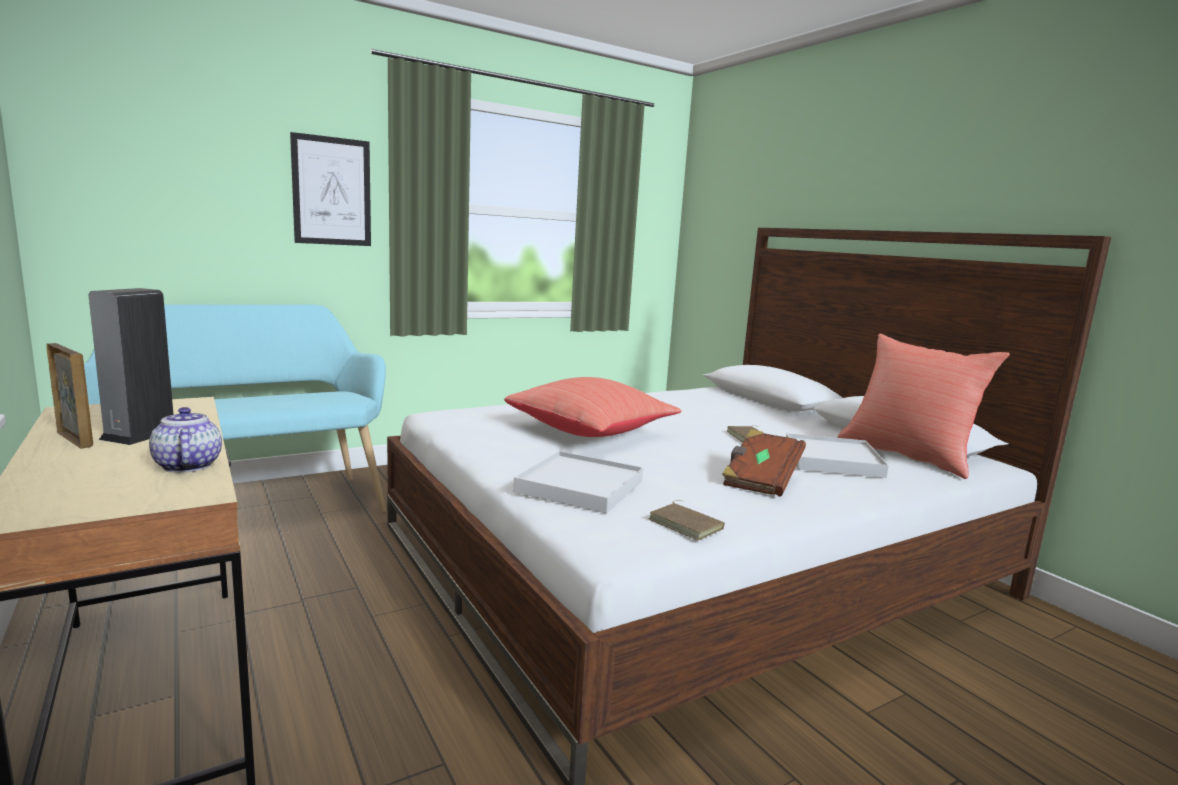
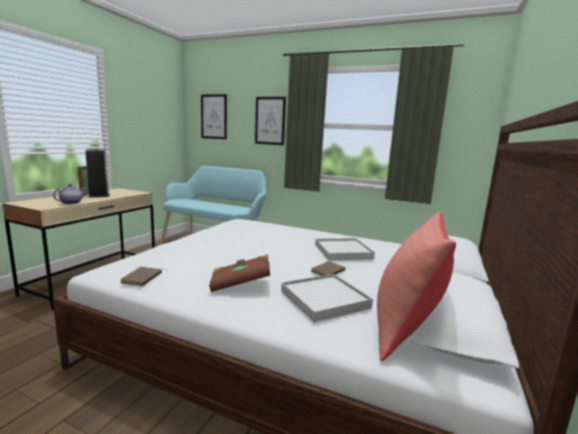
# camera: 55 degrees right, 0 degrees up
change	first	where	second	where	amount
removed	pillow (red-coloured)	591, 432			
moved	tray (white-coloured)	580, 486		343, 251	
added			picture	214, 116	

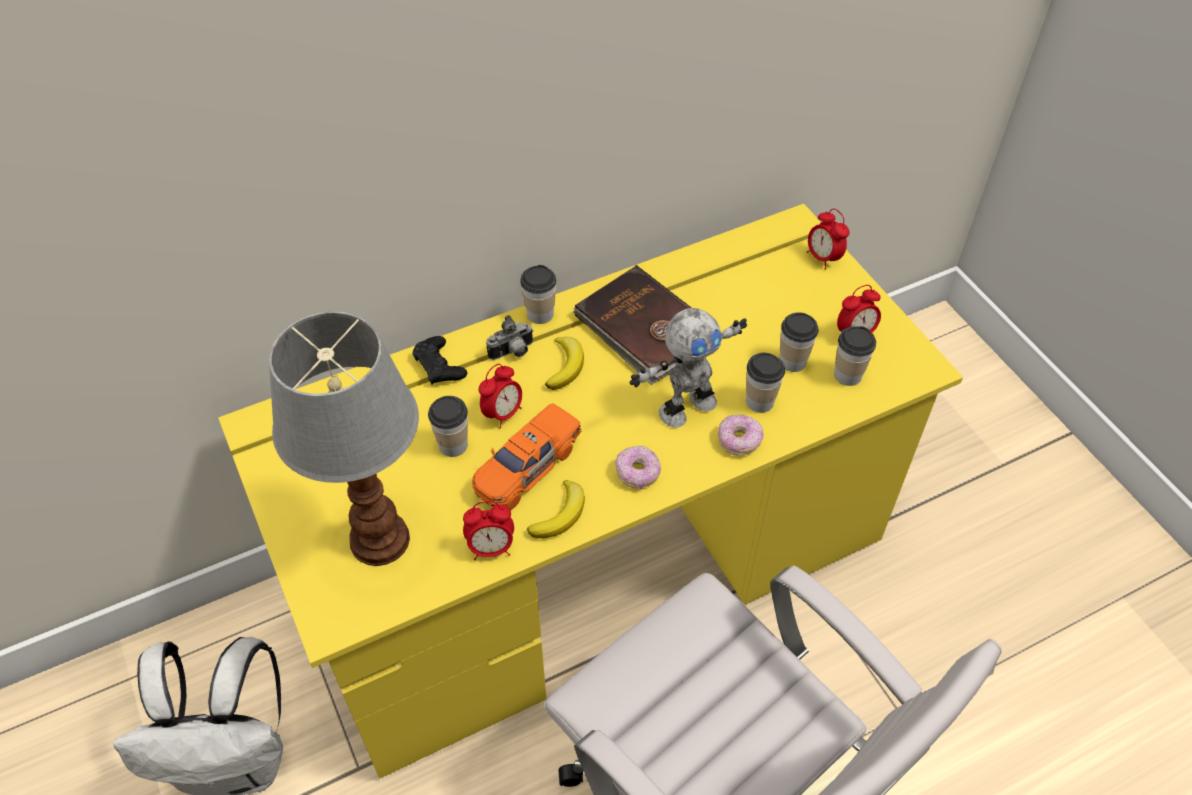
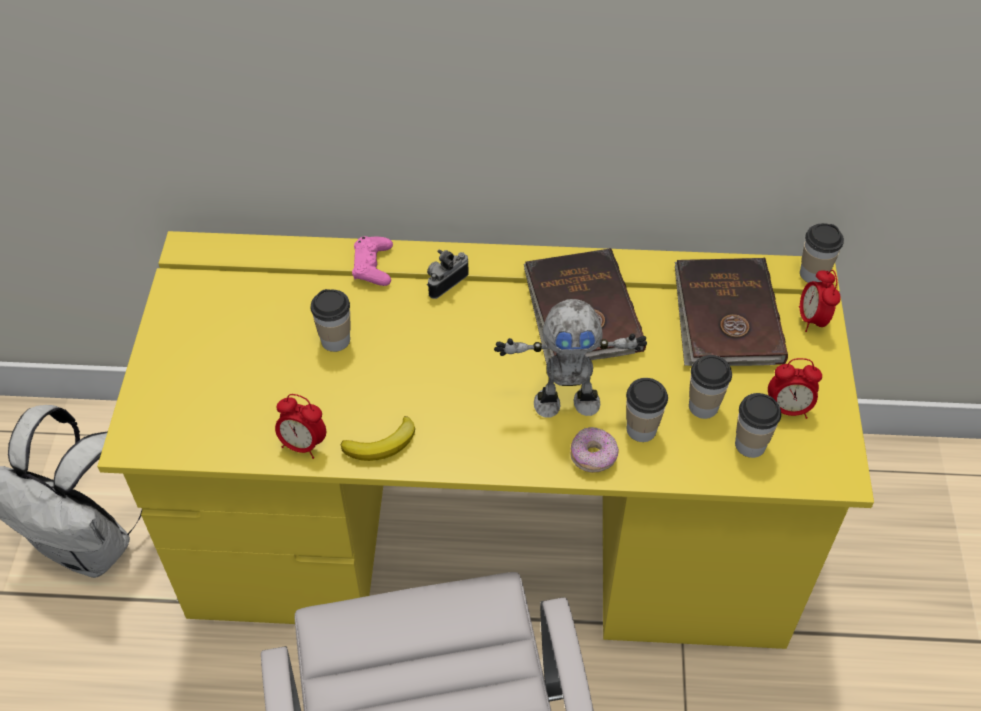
# camera: 30 degrees right, 0 degrees up
change	first	where	second	where	amount
removed	lamp for a table	379, 537			
recoloured	game controller (black)	439, 366	game controller (pink)	373, 266	
removed	toy car (orange-coloured)	527, 467			
removed	alarm clock	503, 413			
turned	photo camera	513, 353		445, 282	135 degrees clockwise
moved	drinking cup	540, 314		813, 274	
removed	banana fruit	565, 365			
removed	doughnut	637, 473			
added			bound book (brownish)	725, 317	

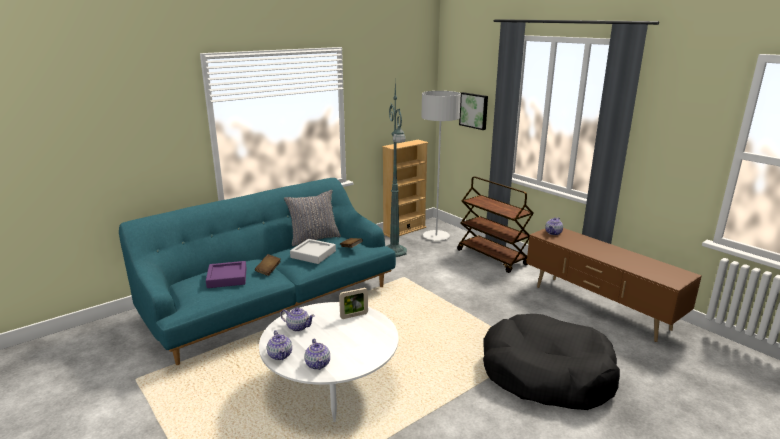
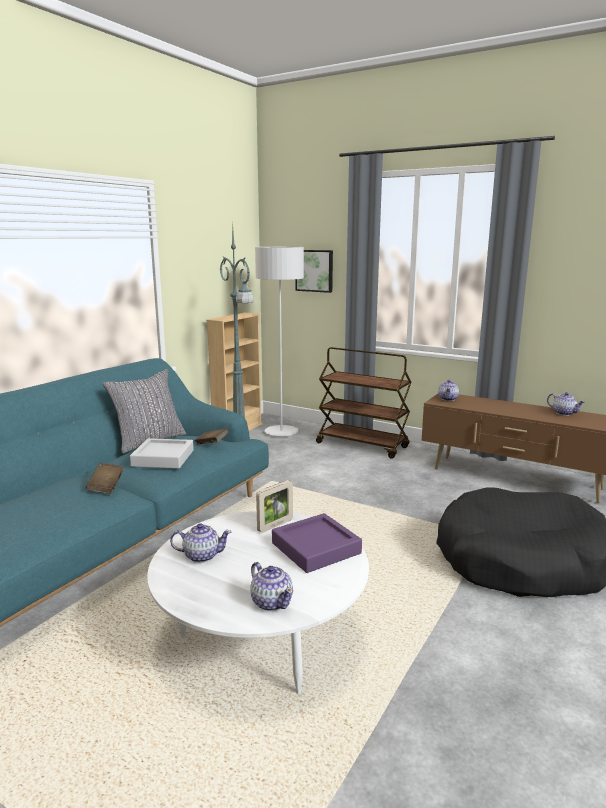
# camera: 20 degrees left, 5 degrees down
change	first	where	second	where	amount
moved	tray (purplish)	227, 278		316, 548	
moved	teapot	280, 355		564, 413	

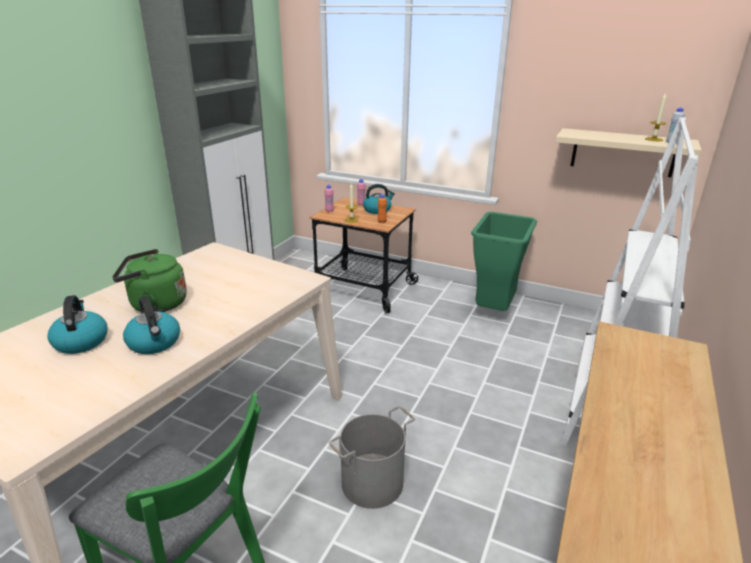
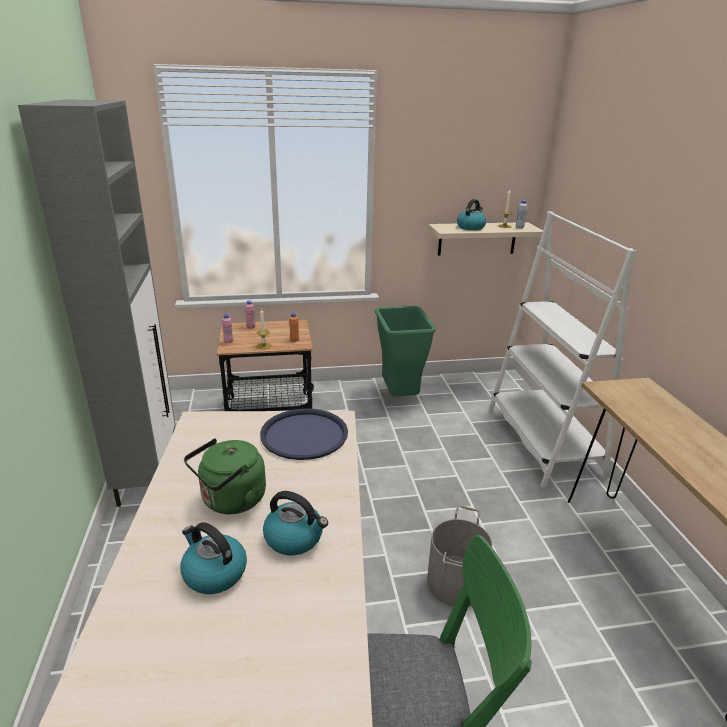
# camera: 35 degrees left, 0 degrees up
change	first	where	second	where	amount
moved	water kettle	377, 210		471, 227	
added			tray (bluish)	304, 435	

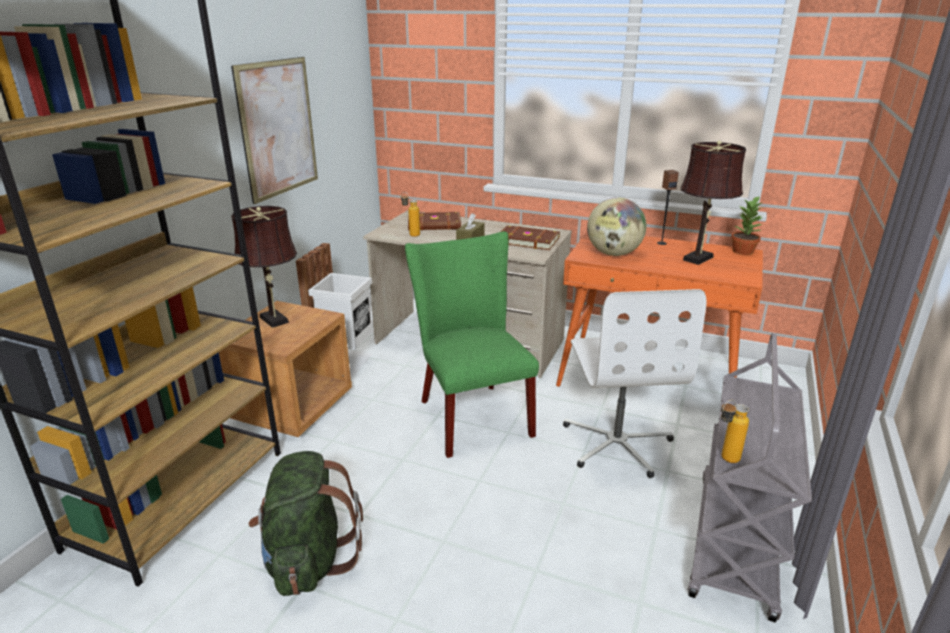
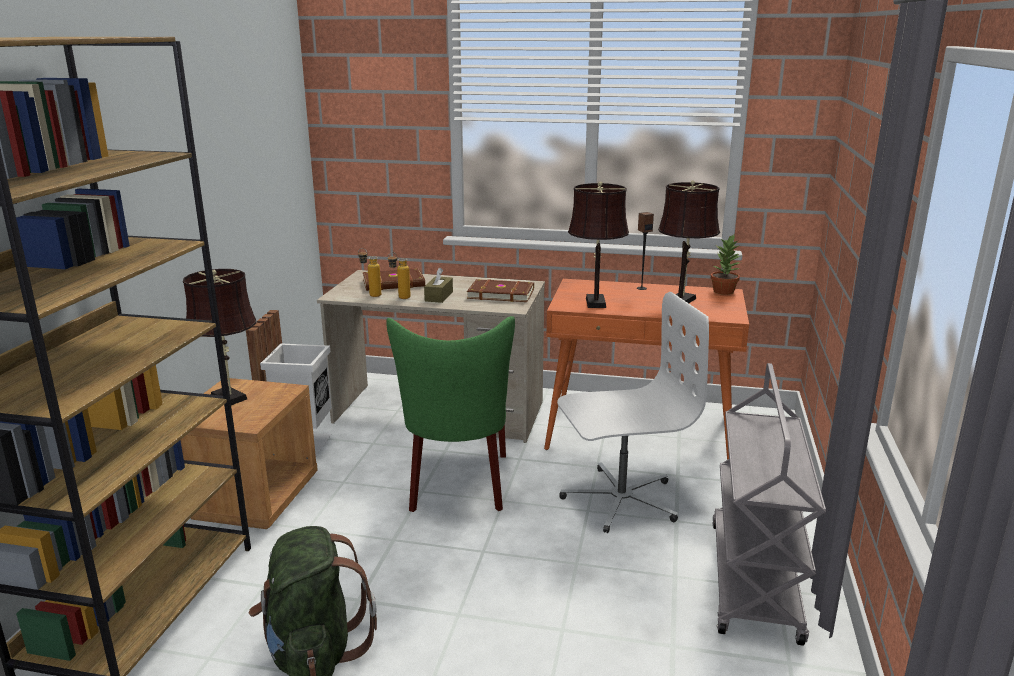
# camera: 10 degrees left, 5 degrees down
change	first	where	second	where	amount
removed	picture	278, 128			
turned	chair (greenish)	470, 414		458, 486	150 degrees counterclockwise
turned	office chair (white-coloured)	617, 443		620, 499	90 degrees counterclockwise
replaced	world globe	613, 254	lamp for a table (brownish)	595, 301	
moved	bottle	724, 460		400, 298	

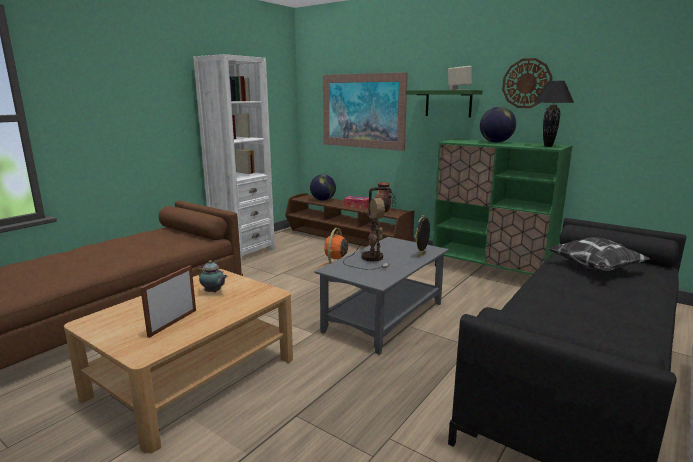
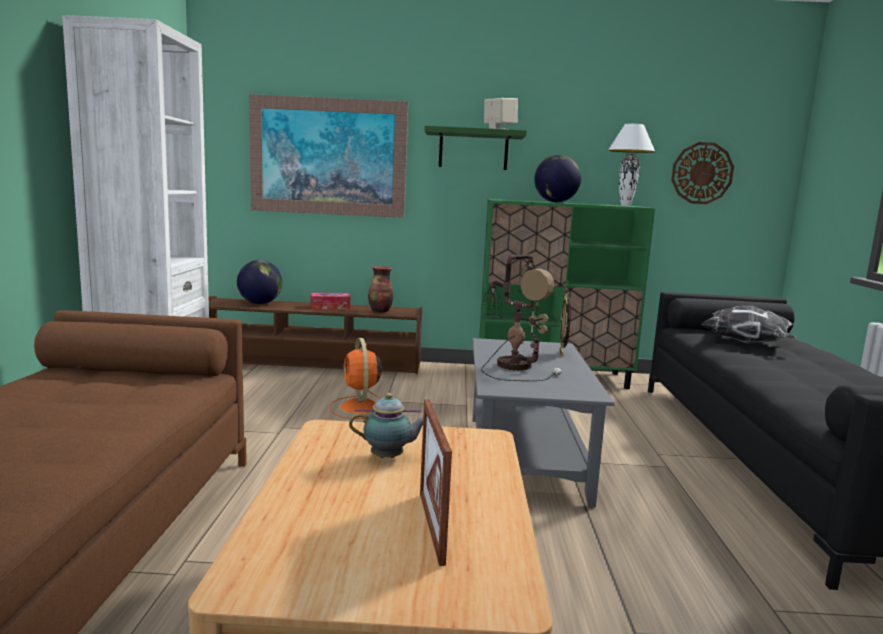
# camera: 35 degrees left, 5 degrees down
change	first	where	second	where	amount
moved	hanging clock	526, 83		702, 173	
recoloured	lamp for a table (black)	547, 146	lamp for a table (white-coloured)	625, 205	

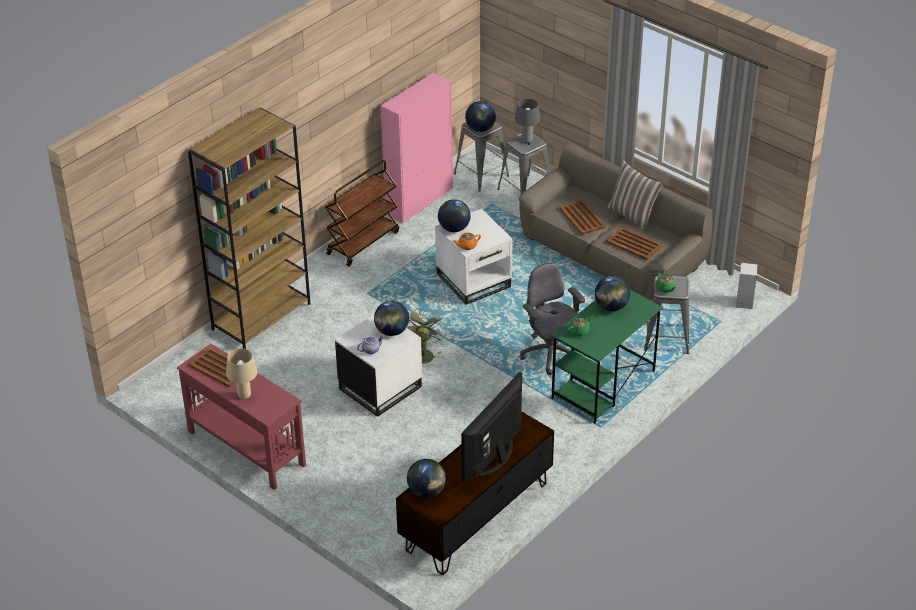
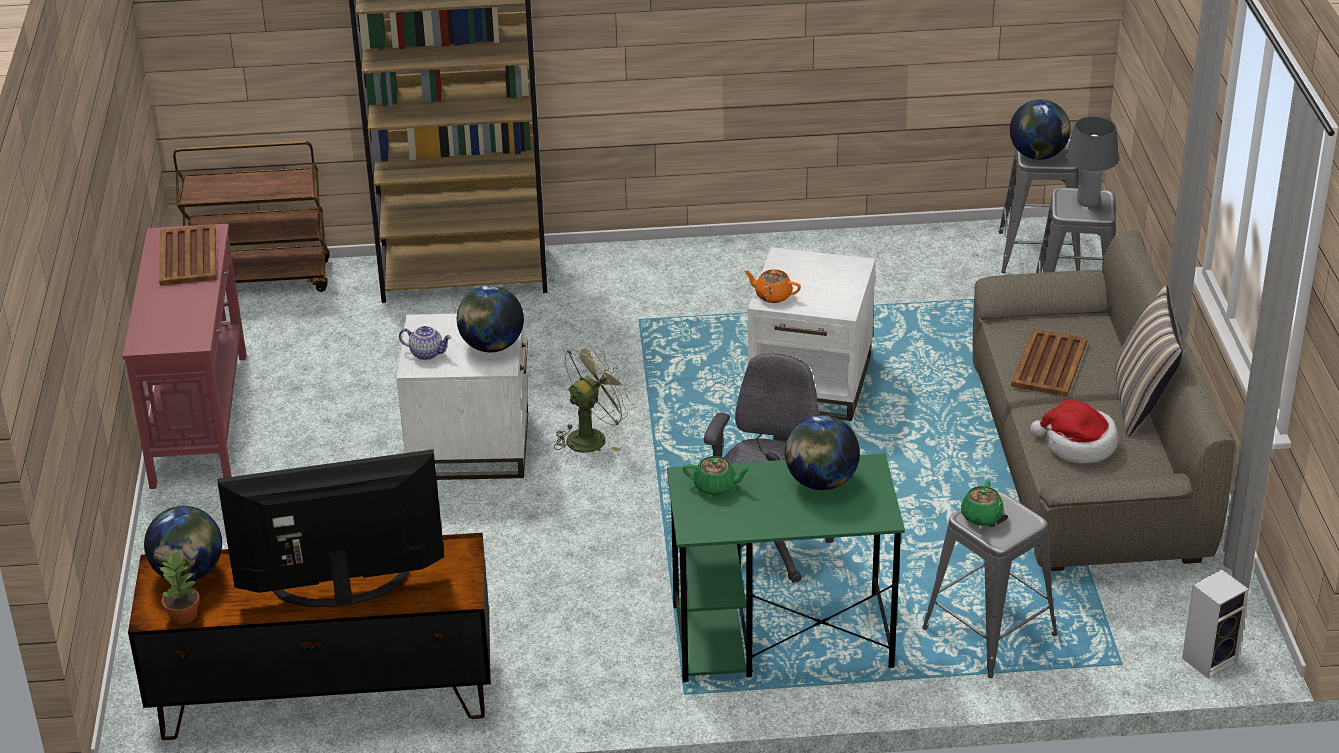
# camera: 45 degrees right, 5 degrees down
change	first	where	second	where	amount
removed	lamp for a table (beige)	244, 395			
moved	wheeled cart (brownish)	363, 242		261, 279	
removed	cupboard (pink)	419, 200			
removed	world globe	454, 228			
replaced	tray (brownish)	634, 244	clothing hat	1077, 445	
added			plant in a pot	184, 615	

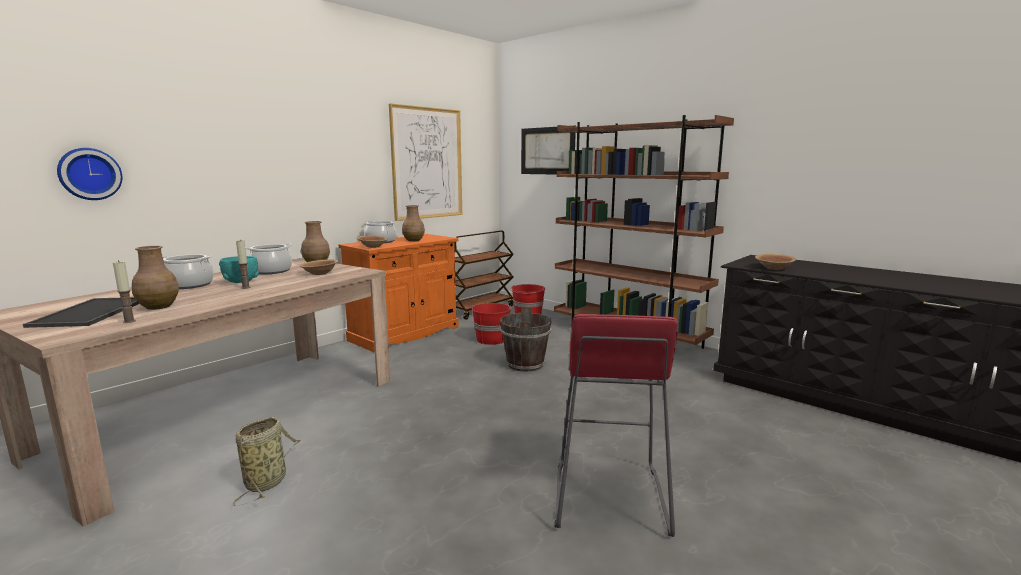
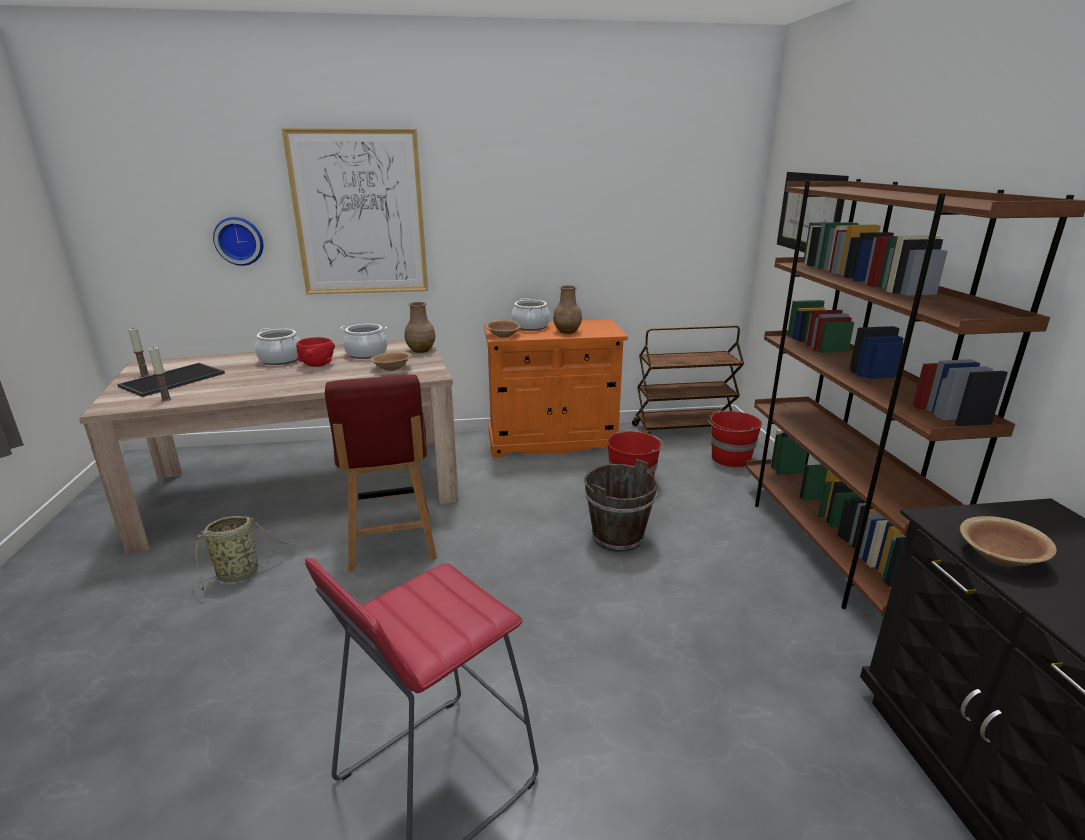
# camera: 40 degrees right, 10 degrees up
change	first	where	second	where	amount
removed	decorative vase (brownish)	159, 306			
recoloured	deep dish (turquoise)	241, 282	deep dish (red-coloured)	317, 365	
moved	wax light	246, 287		145, 375	
moved	picture	427, 163		359, 214	
added			chair (red-coloured)	391, 543	

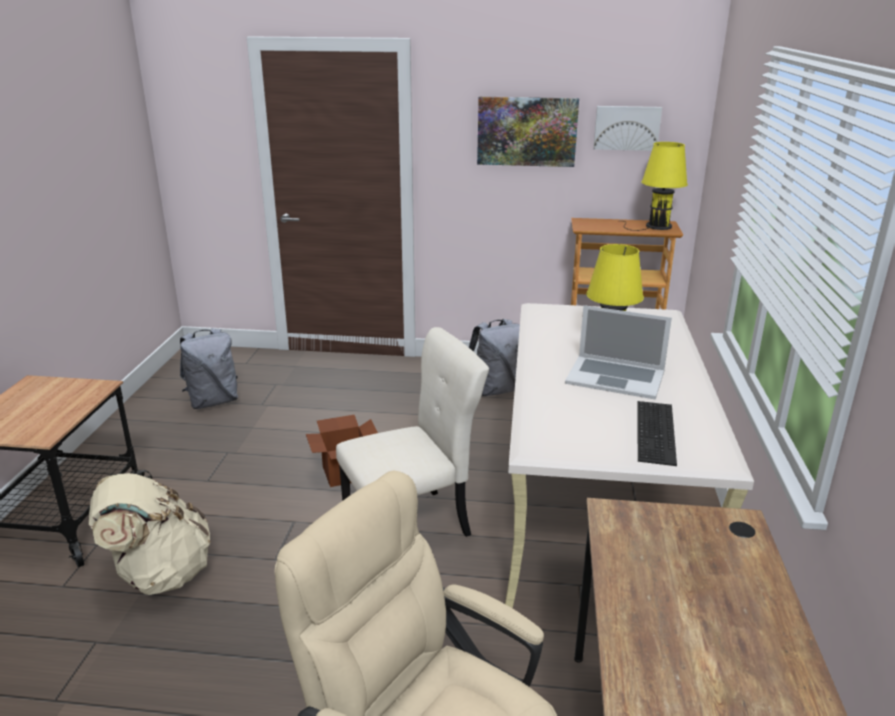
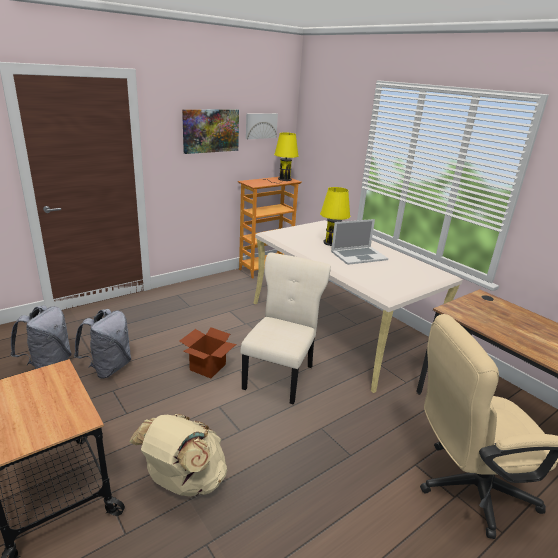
# camera: 45 degrees left, 0 degrees up
change	first	where	second	where	amount
moved	knapsack (greyish)	496, 390		108, 368	
removed	PC keyboard	658, 432			

